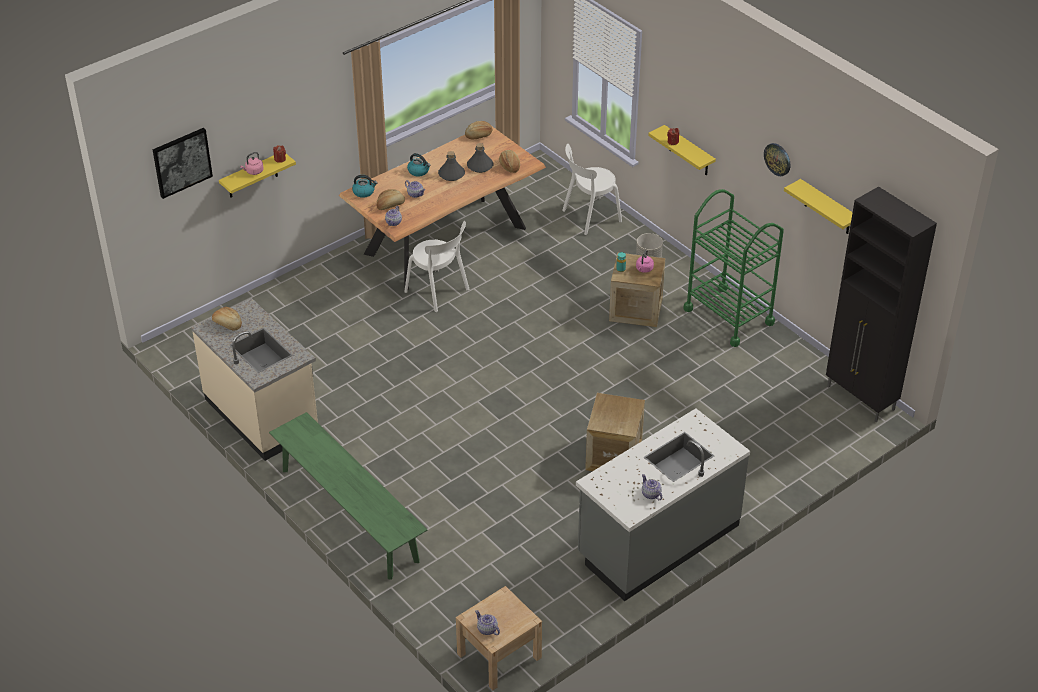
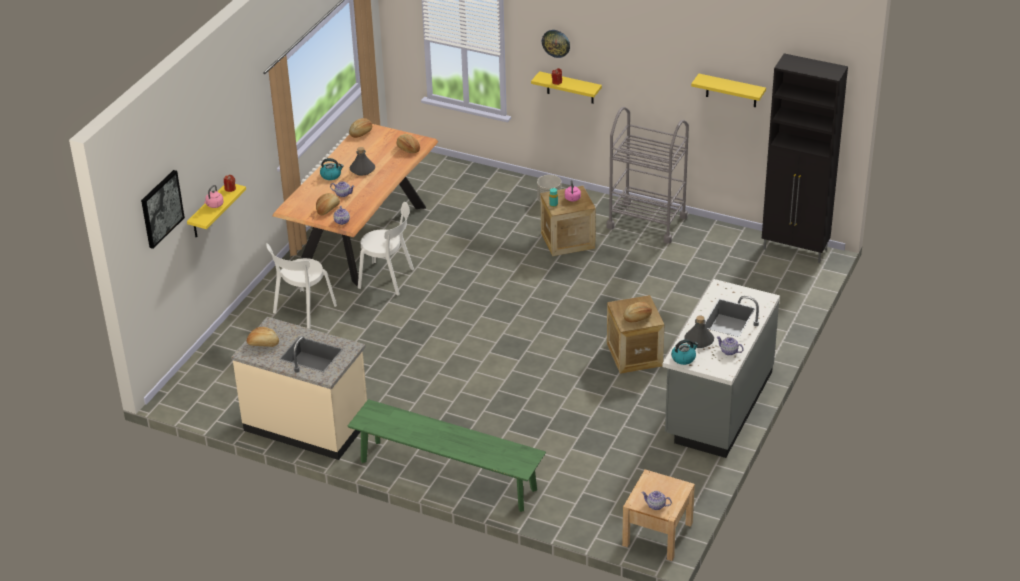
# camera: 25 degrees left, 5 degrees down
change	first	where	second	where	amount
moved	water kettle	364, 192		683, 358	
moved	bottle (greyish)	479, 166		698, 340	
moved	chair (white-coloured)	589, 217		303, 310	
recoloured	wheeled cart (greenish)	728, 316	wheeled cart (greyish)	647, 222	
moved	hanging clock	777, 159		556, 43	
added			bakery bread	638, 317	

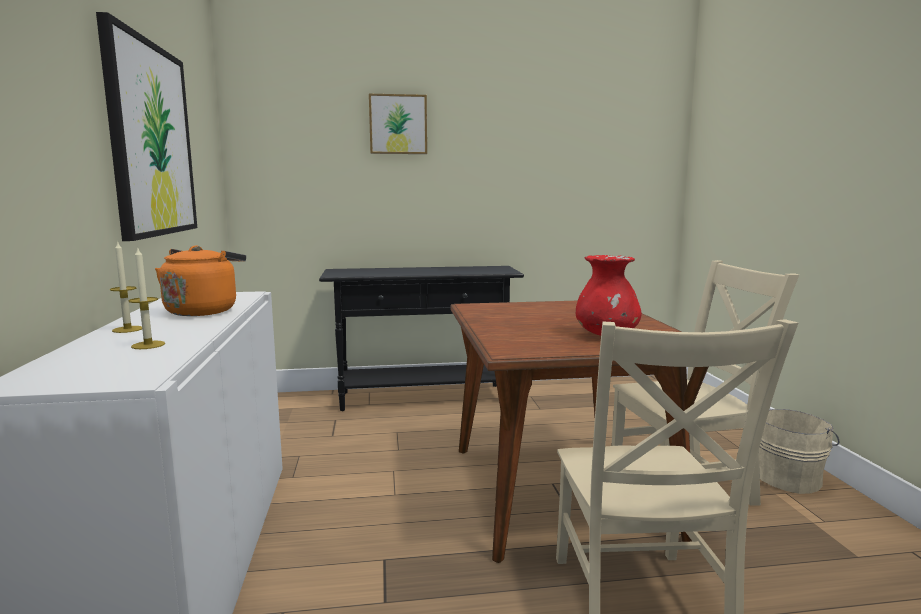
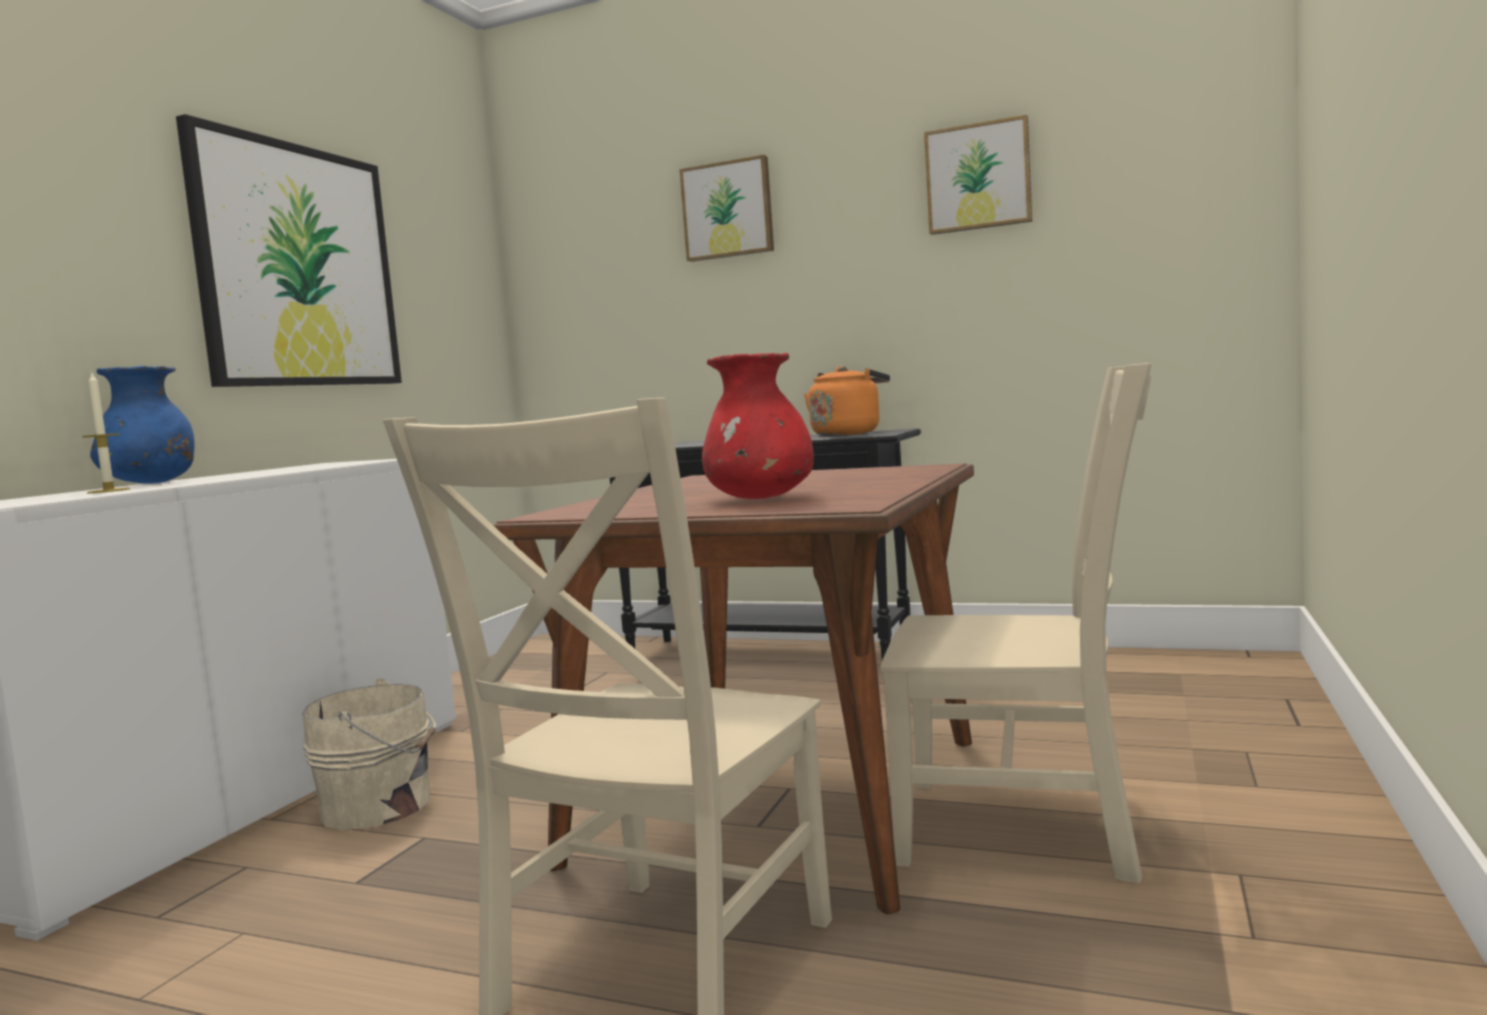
# camera: 30 degrees right, 5 degrees down
change	first	where	second	where	amount
replaced	wax light	127, 329	decorative vase (bluish)	151, 483	
moved	water kettle (orange-coloured)	203, 311		848, 434	
moved	water bucket (beige)	790, 478		381, 806	
added			picture	978, 177	

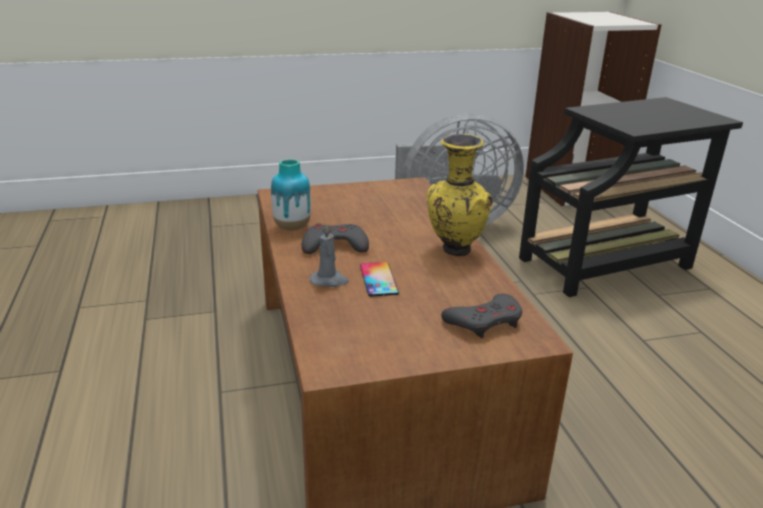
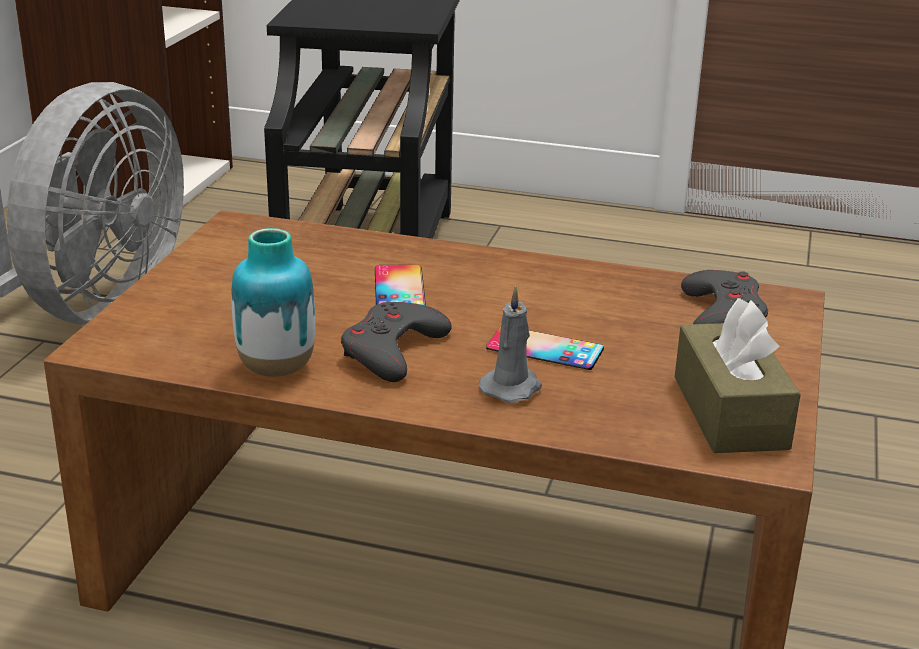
# camera: 60 degrees left, 0 degrees up
change	first	where	second	where	amount
removed	decorative vase (yellow-coloured)	454, 250			
added			phone	399, 289	
added			box of tissues (brownish)	730, 412	

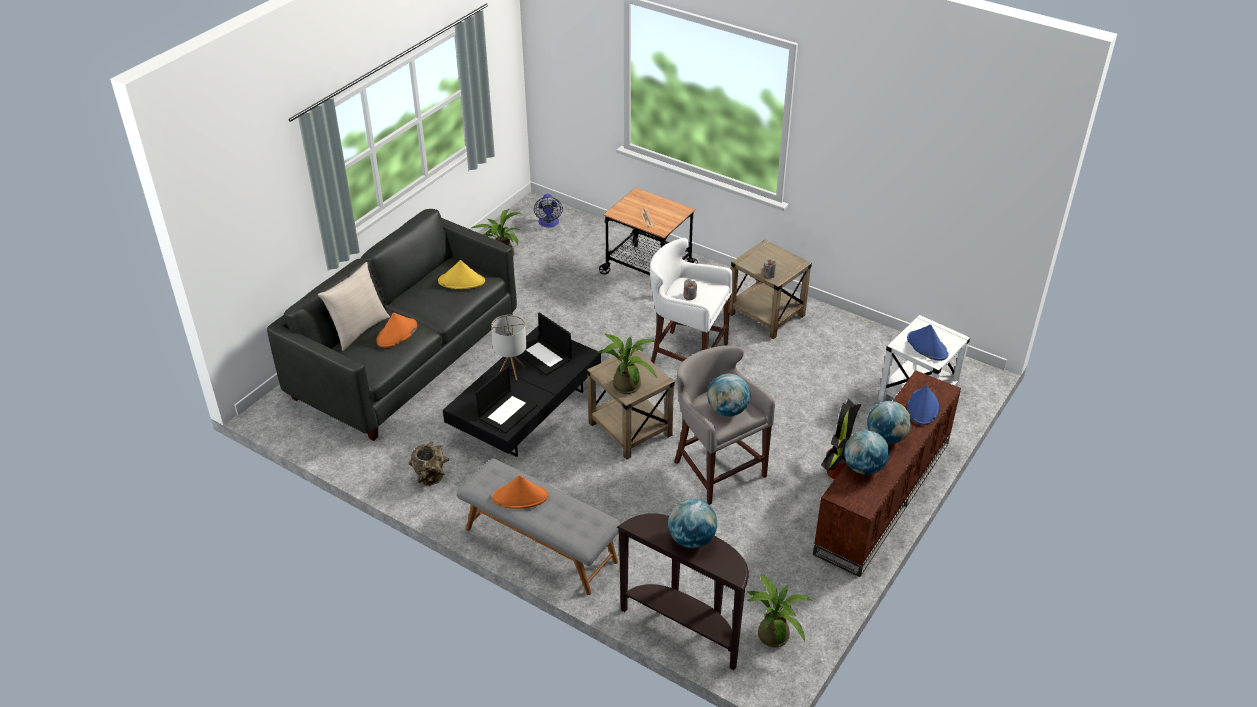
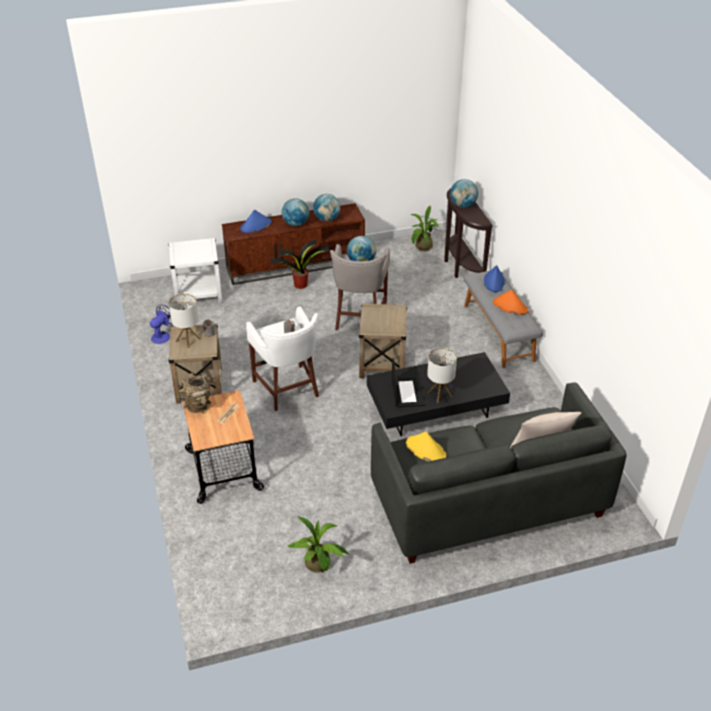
# camera: 140 degrees left, 0 degrees up
change	first	where	second	where	amount
removed	clothing hat (orange-coloured)	397, 334			
moved	decorative vase (brownish)	431, 479		198, 405	
removed	laptop	507, 411			
moved	fan	549, 223		163, 335	
removed	plant in a pot	625, 383			
moved	clothing hat (bluish)	927, 346		494, 281	
added			lamp for a table	188, 340	

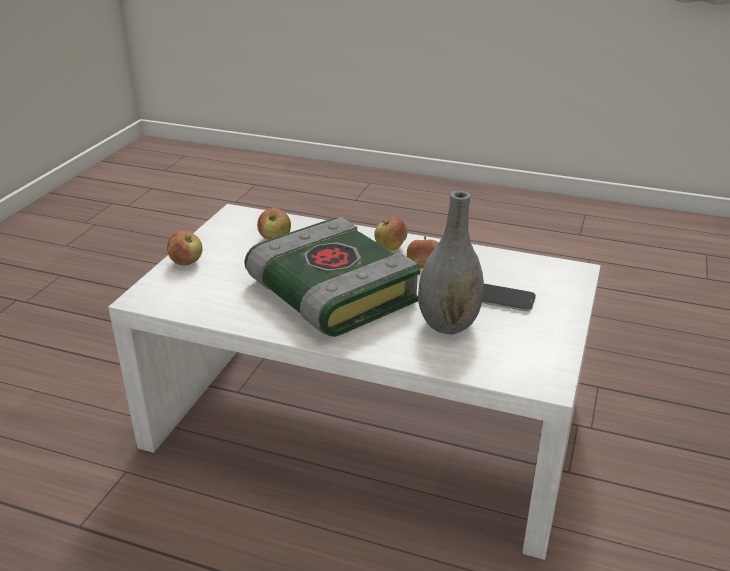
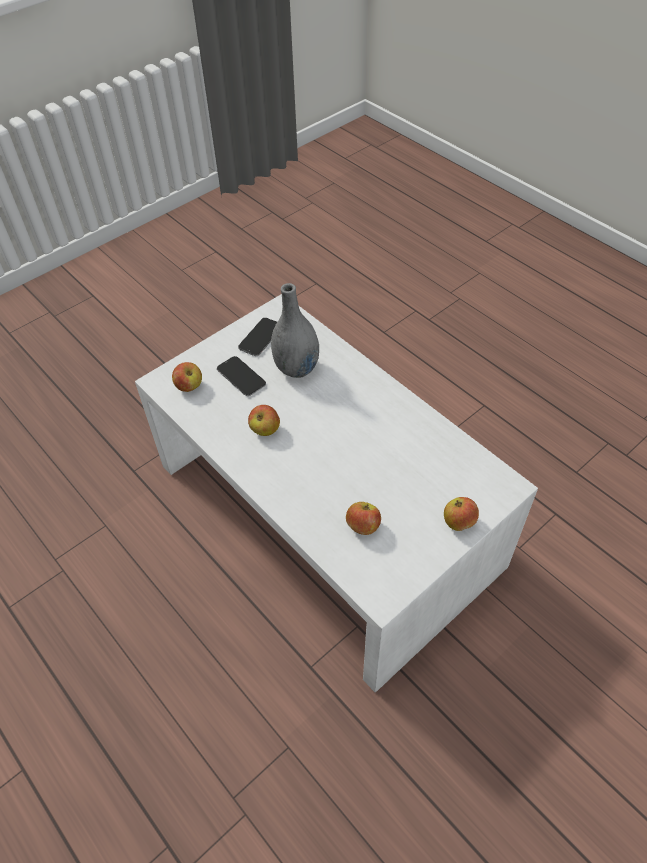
# camera: 150 degrees left, 20 degrees up
change	first	where	second	where	amount
removed	bound book	328, 292			
moved	whole apple	390, 248		189, 386	
added			phone	260, 337	

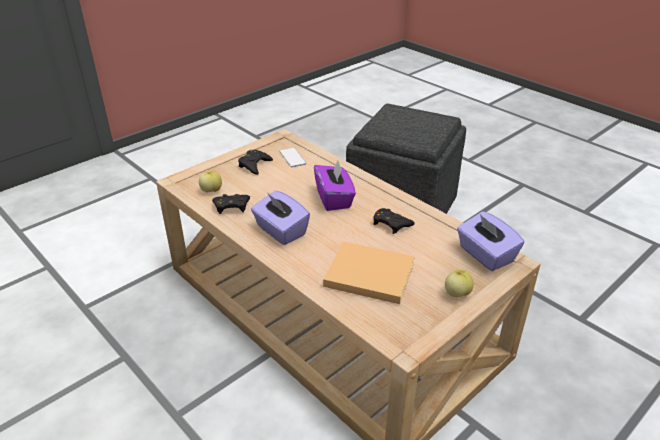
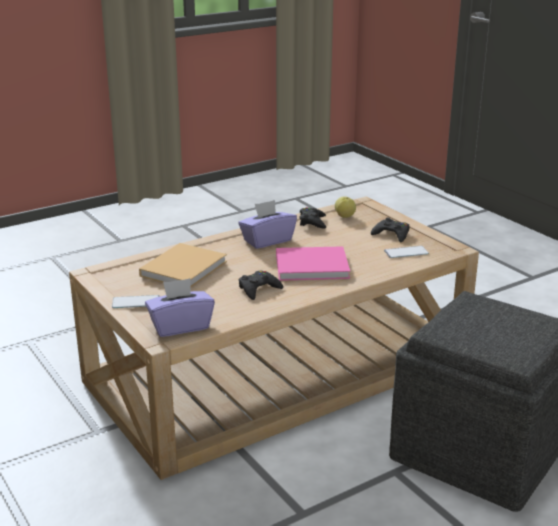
# camera: 100 degrees right, 10 degrees down
change	first	where	second	where	amount
replaced	box of tissues (purplish)	334, 199	bound book (pink)	314, 266	
replaced	whole apple	457, 293	phone	136, 302	

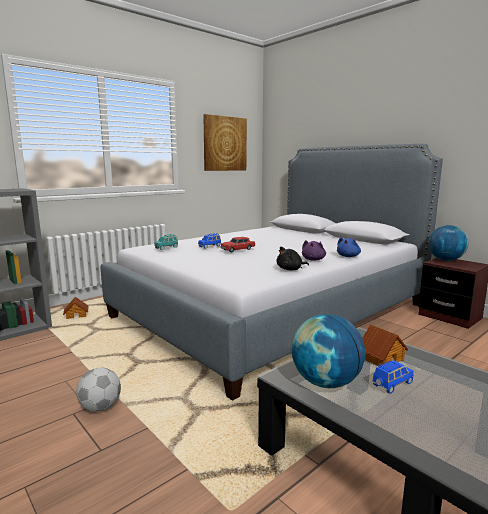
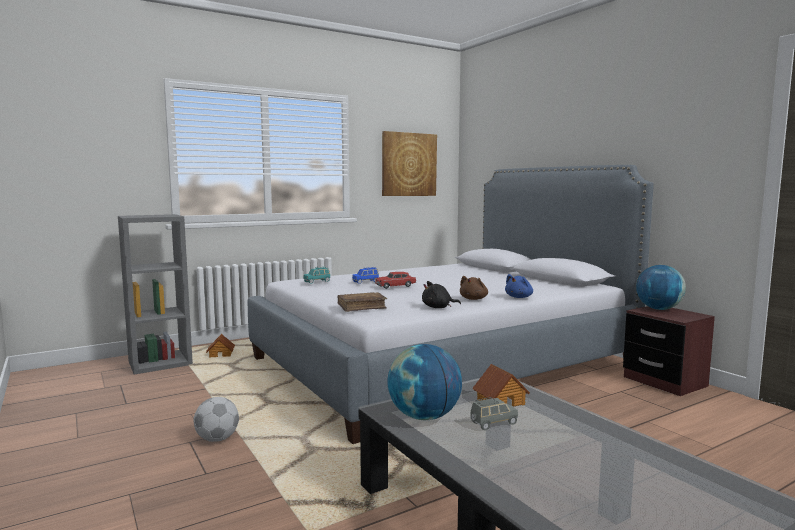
# camera: 10 degrees right, 5 degrees down
change	first	where	second	where	amount
recoloured	cuddly toy (purplish)	313, 259	cuddly toy (brownish)	474, 299	
recoloured	toy car (bluish)	392, 384	toy car (greyish)	493, 423	
added			bound book (brownish)	361, 307	

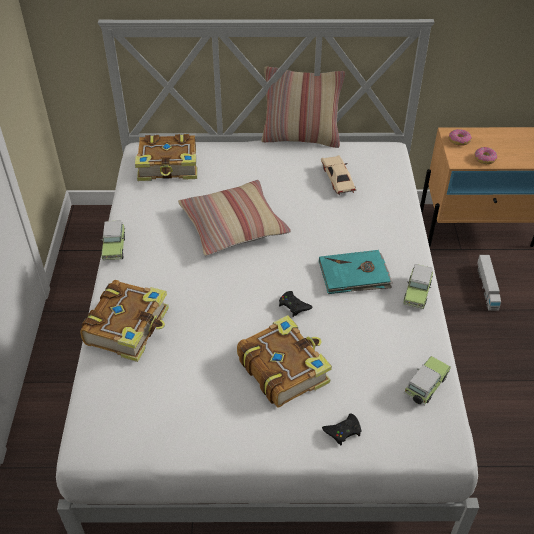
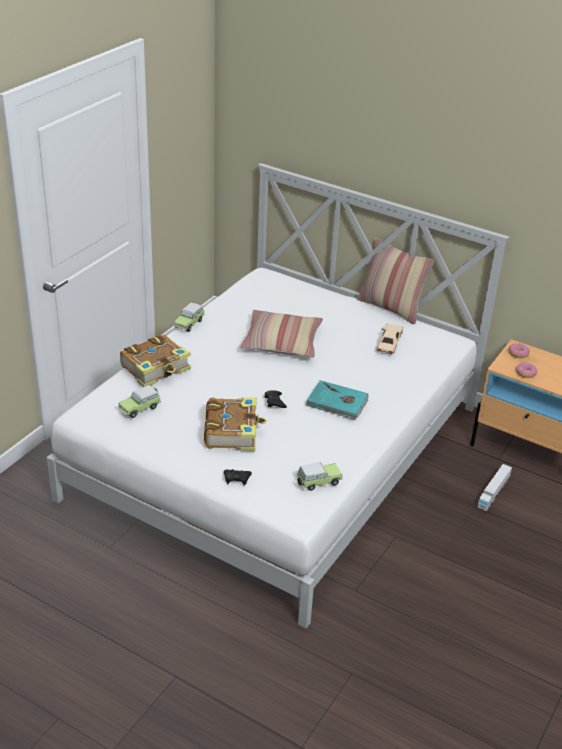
# camera: 30 degrees right, 10 degrees down
change	first	where	second	where	amount
removed	bound book	169, 166			
moved	toy car	417, 293		141, 408	

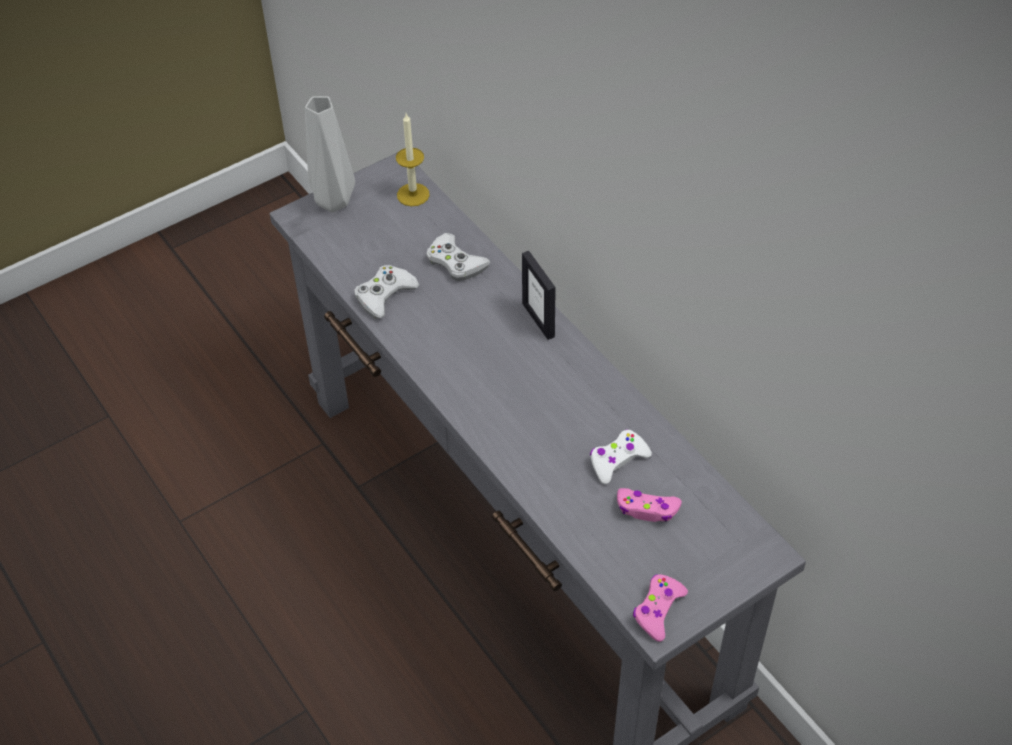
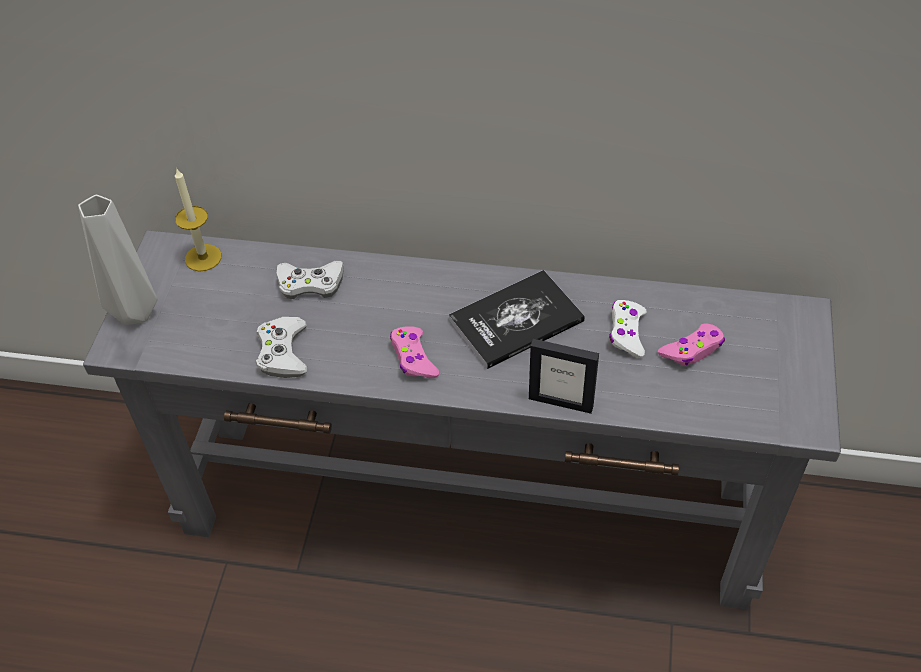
# camera: 45 degrees left, 0 degrees up
change	first	where	second	where	amount
moved	photo frame	538, 320		561, 402	
moved	game controller (pink)	658, 610		413, 358	
added			bound book	516, 321	

